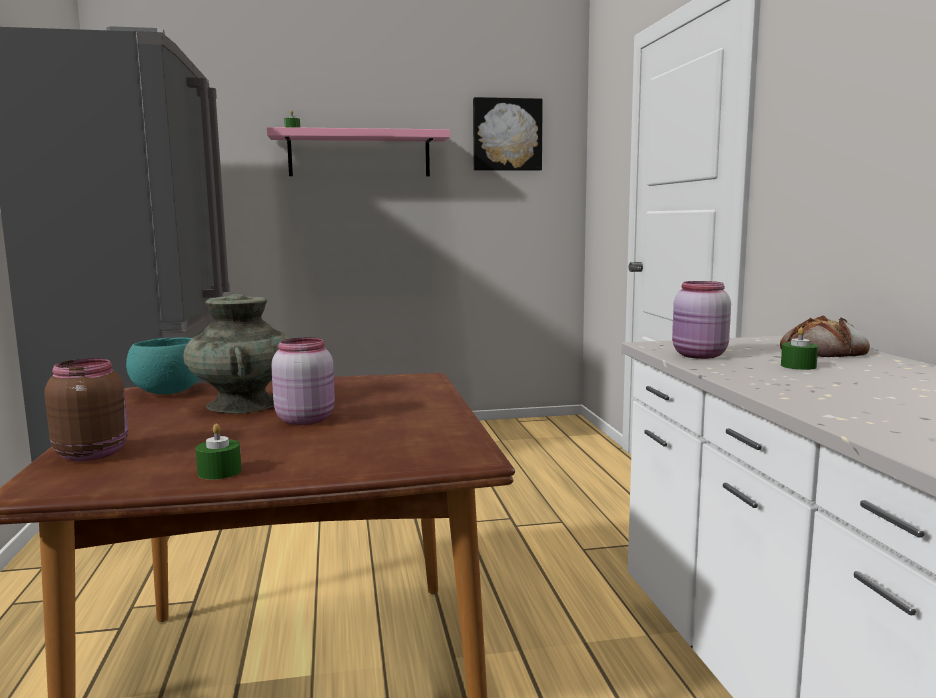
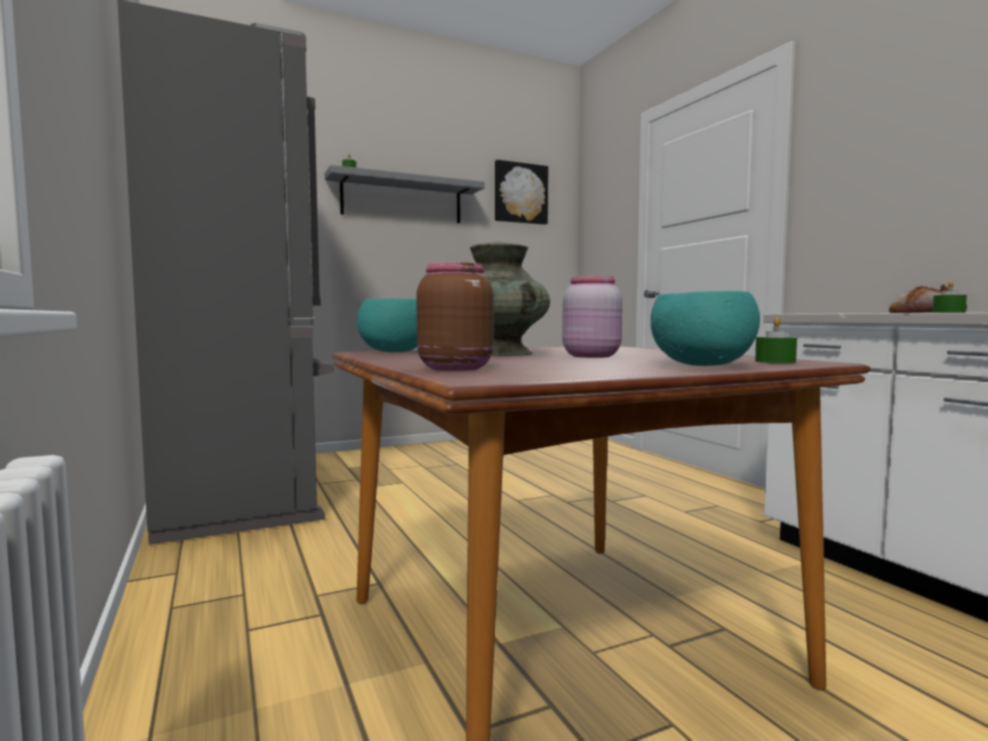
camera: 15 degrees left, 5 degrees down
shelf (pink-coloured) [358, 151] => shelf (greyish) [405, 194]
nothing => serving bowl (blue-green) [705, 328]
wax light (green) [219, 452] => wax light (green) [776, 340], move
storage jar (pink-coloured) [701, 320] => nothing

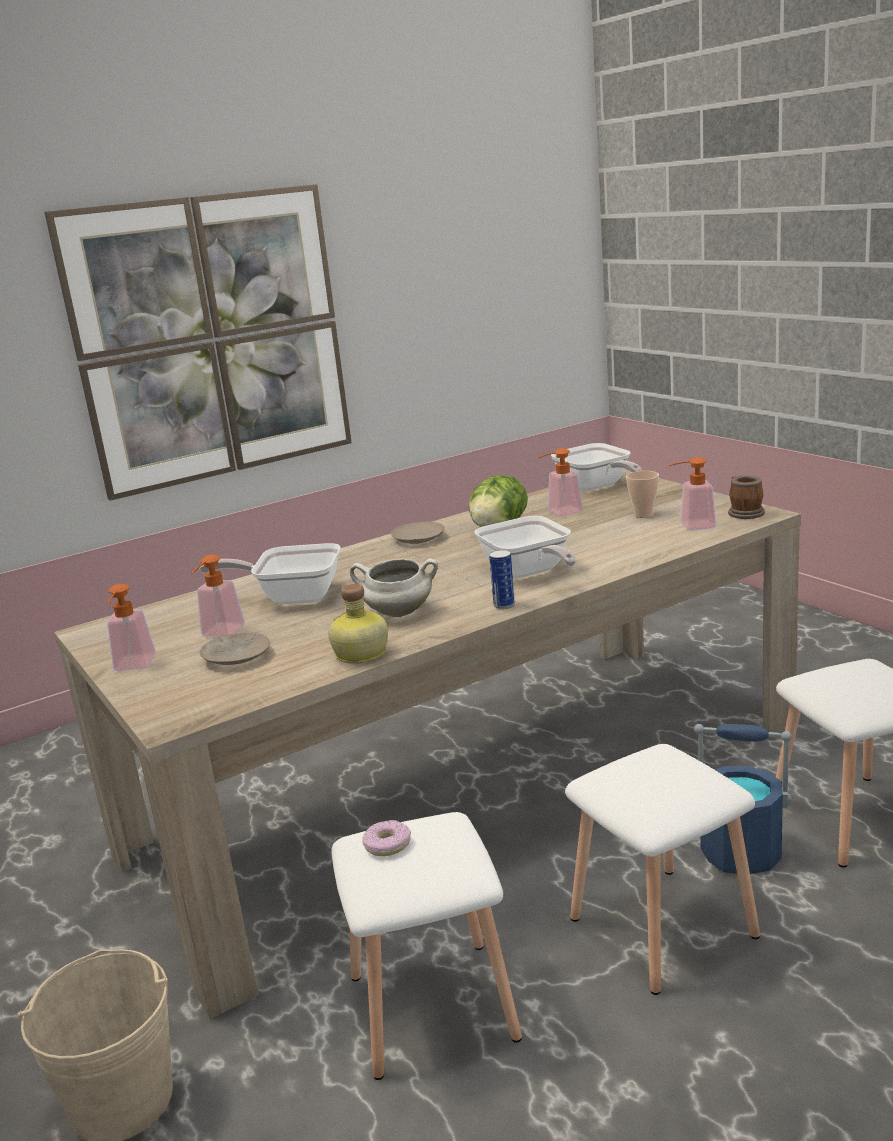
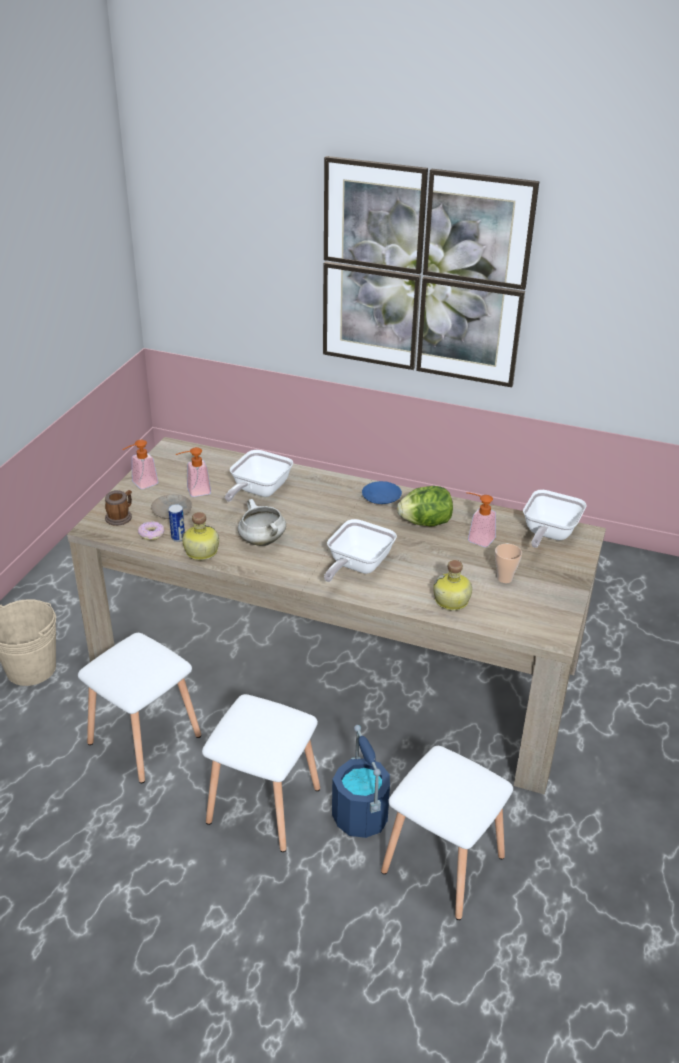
camera: 50 degrees right, 15 degrees up
mug [746, 497] => mug [118, 508], move
doughnut [386, 838] => doughnut [151, 530], move
sealed can [502, 579] => sealed can [177, 523], move
frying pan [270, 573] => frying pan [259, 476], 120 degrees counterclockwise
dinner plate (beige-coloured) [418, 533] => dinner plate (blue) [382, 492]
nothing => bottle [452, 585]
soap bottle [692, 494] => nothing

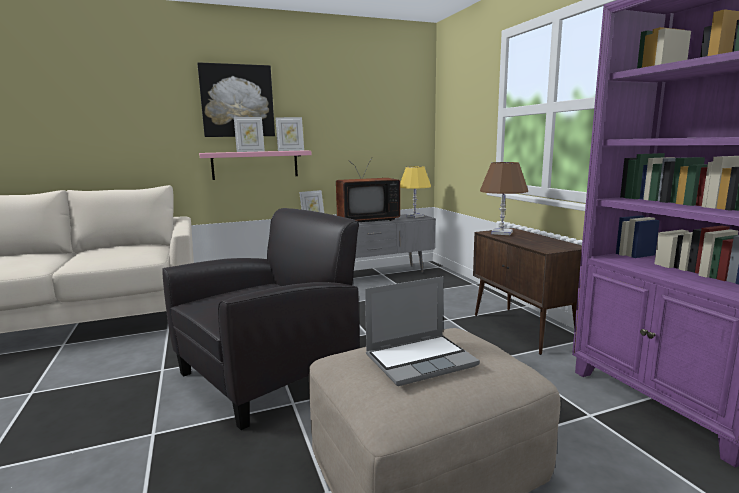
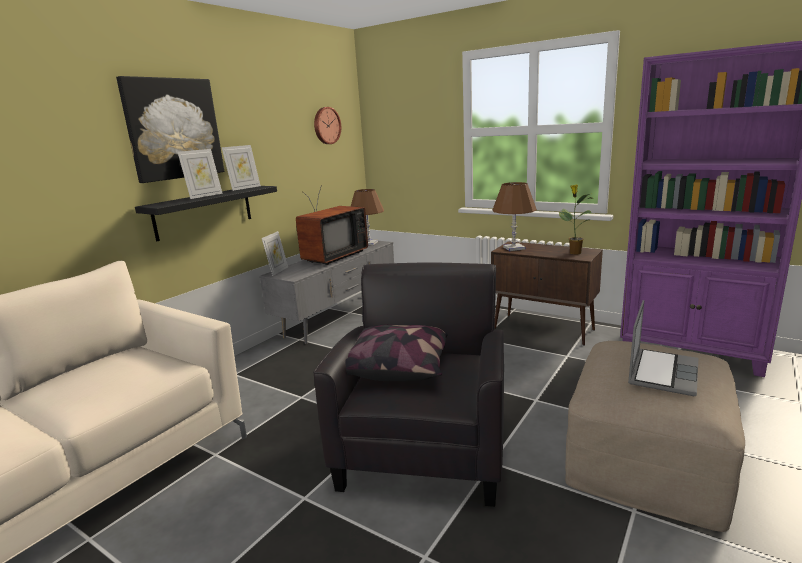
camera: 35 degrees left, 5 degrees up
shelf (pink-coloured) [255, 165] => shelf (black) [206, 213]
nothing => hanging clock [327, 125]
nothing => throw pillow [396, 353]
lamp for a table (yellow) [415, 192] => lamp for a table (brown) [367, 217]
nothing => houseplant [576, 219]

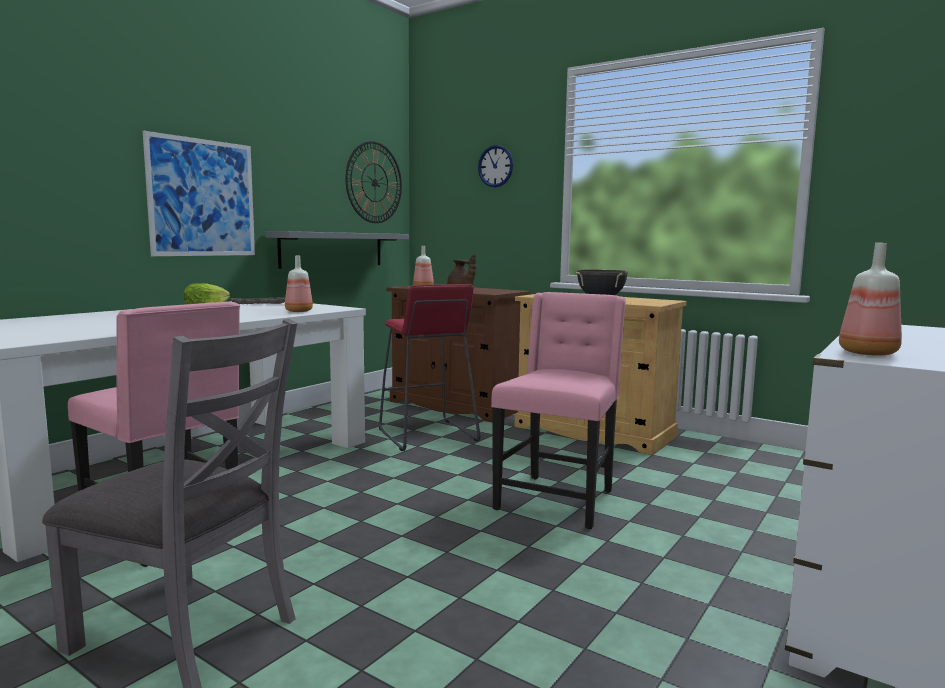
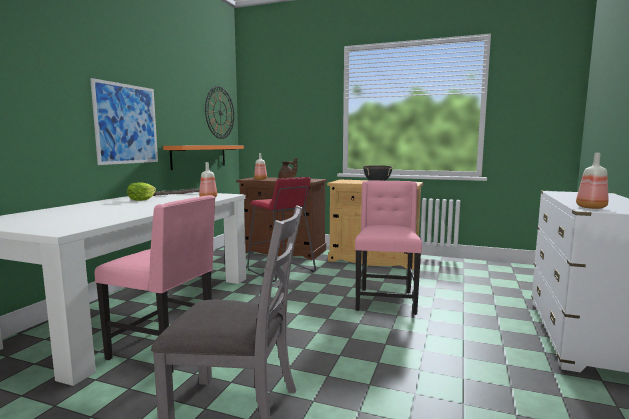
camera: 15 degrees left, 0 degrees up
shelf (greyish) [337, 250] => shelf (orangey) [203, 157]
hanging clock [495, 166] => nothing

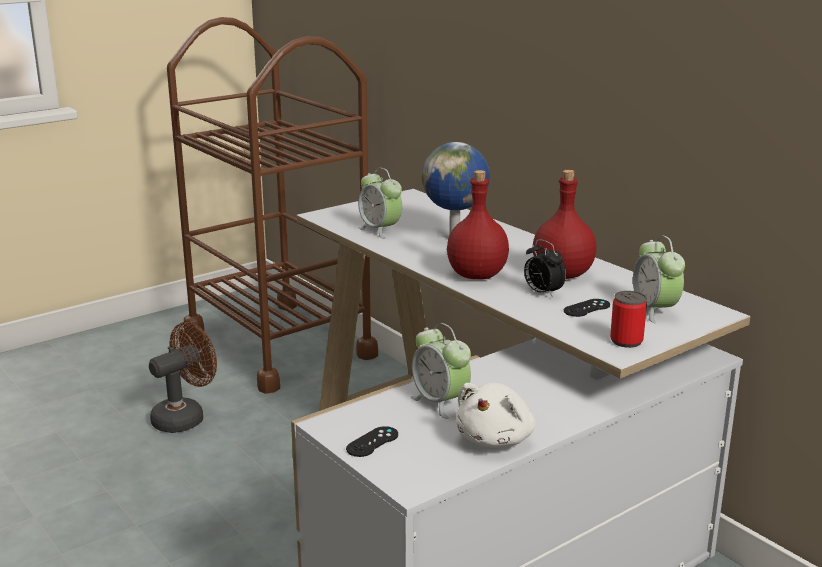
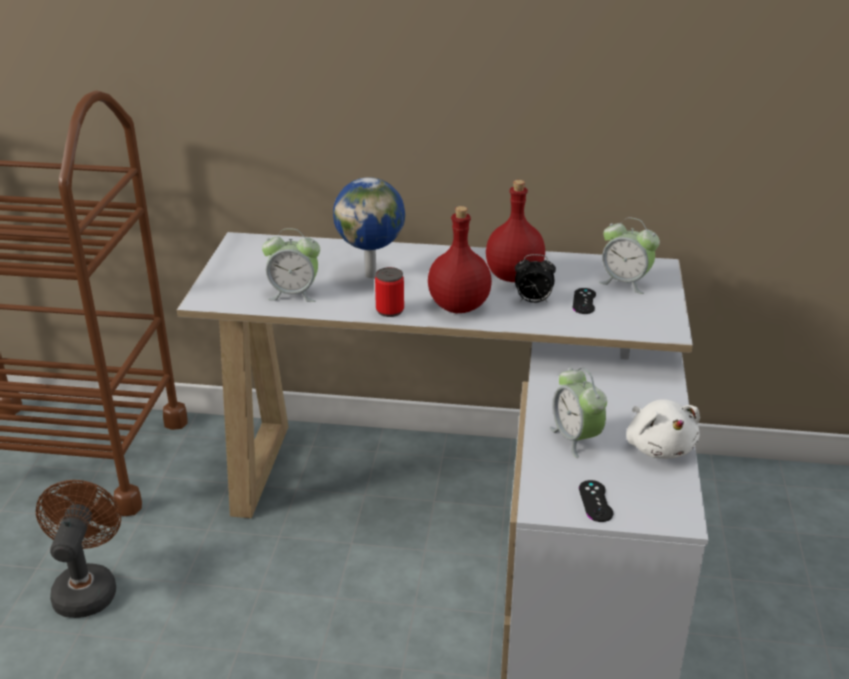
camera: 45 degrees left, 10 degrees up
sealed can [628, 319] => sealed can [389, 292], move
table clock [441, 371] => table clock [578, 412], 60 degrees clockwise

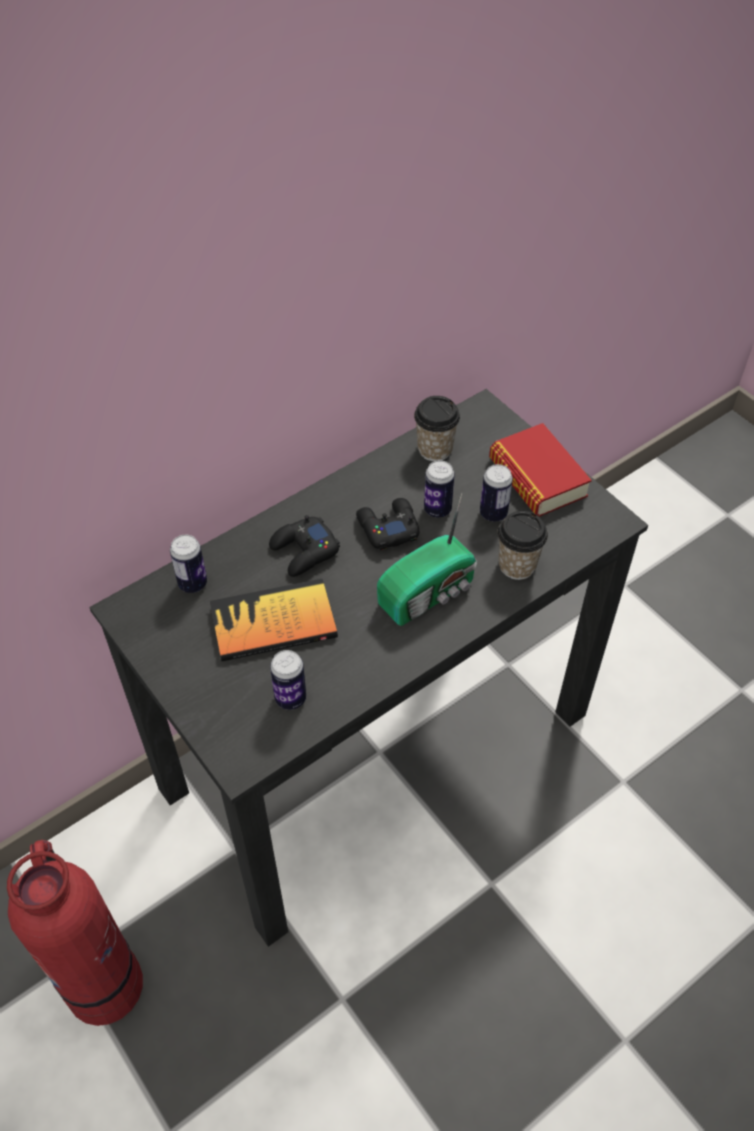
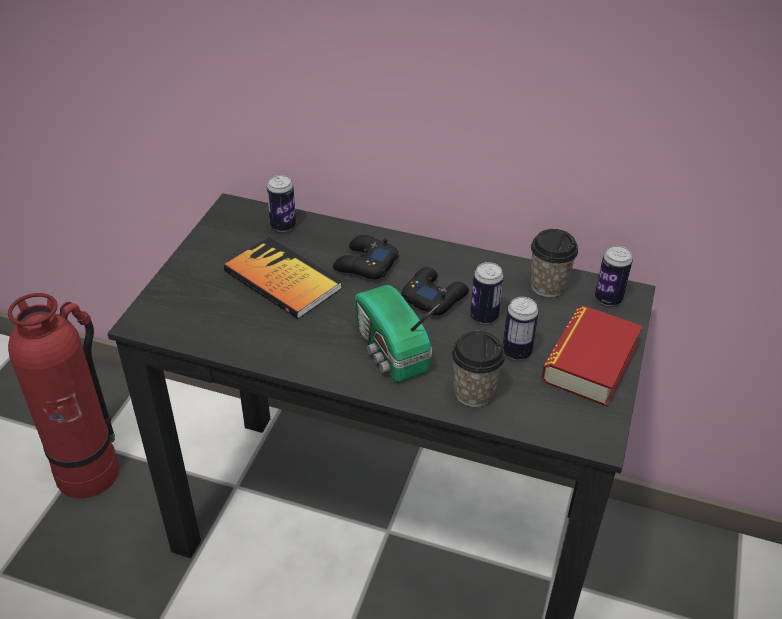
camera: 55 degrees right, 10 degrees down
radio receiver [427, 559] => radio receiver [397, 333], 45 degrees clockwise
sealed can [288, 680] => sealed can [614, 276], move

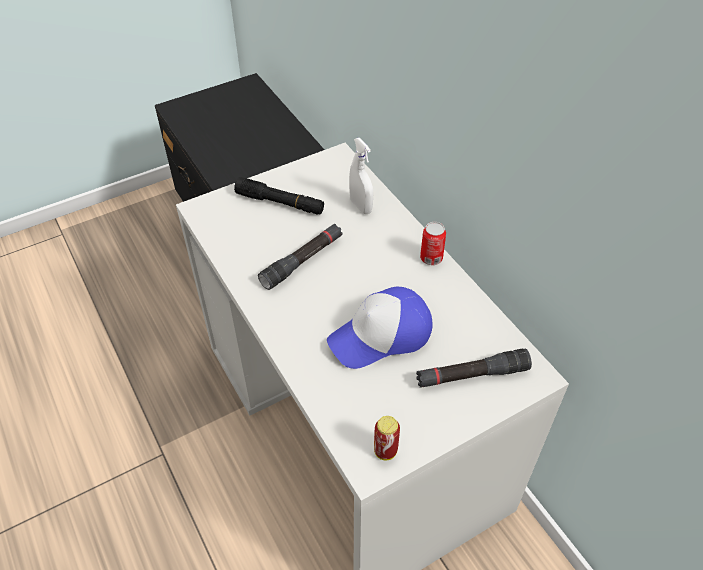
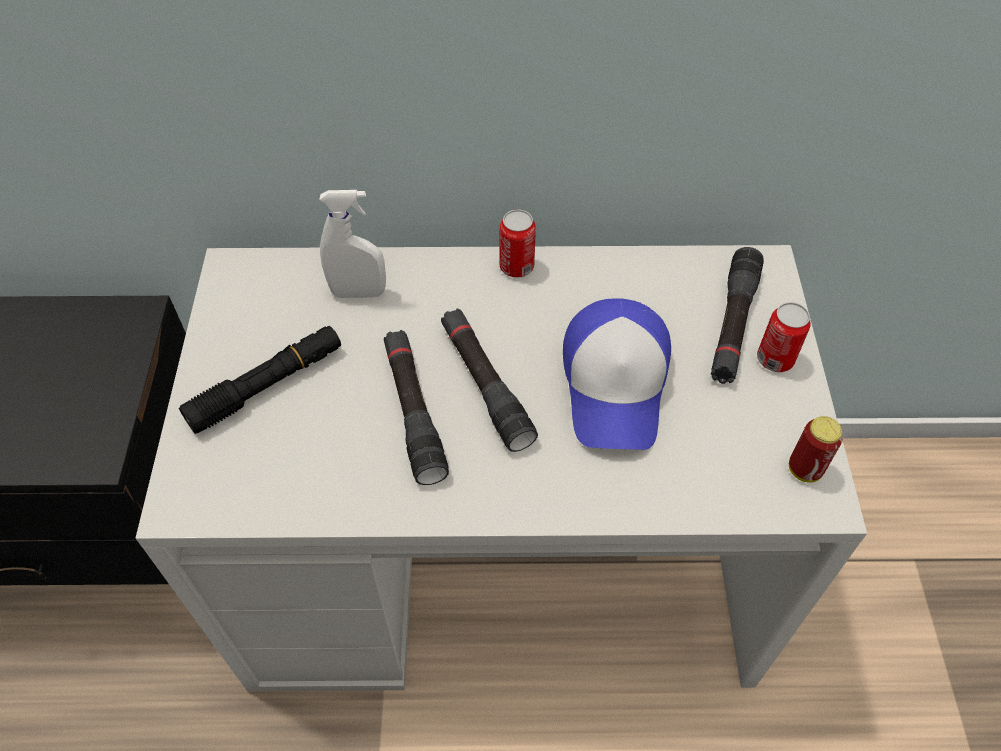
camera: 60 degrees left, 5 degrees up
nothing => hand torch (black) [489, 380]
nothing => sealed can [784, 337]

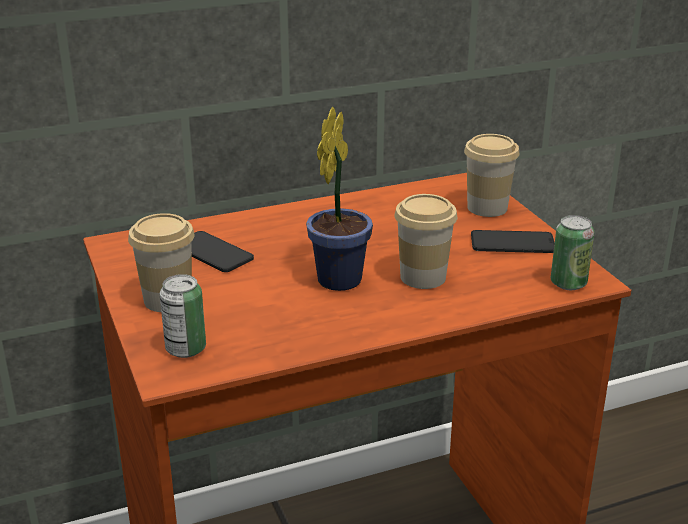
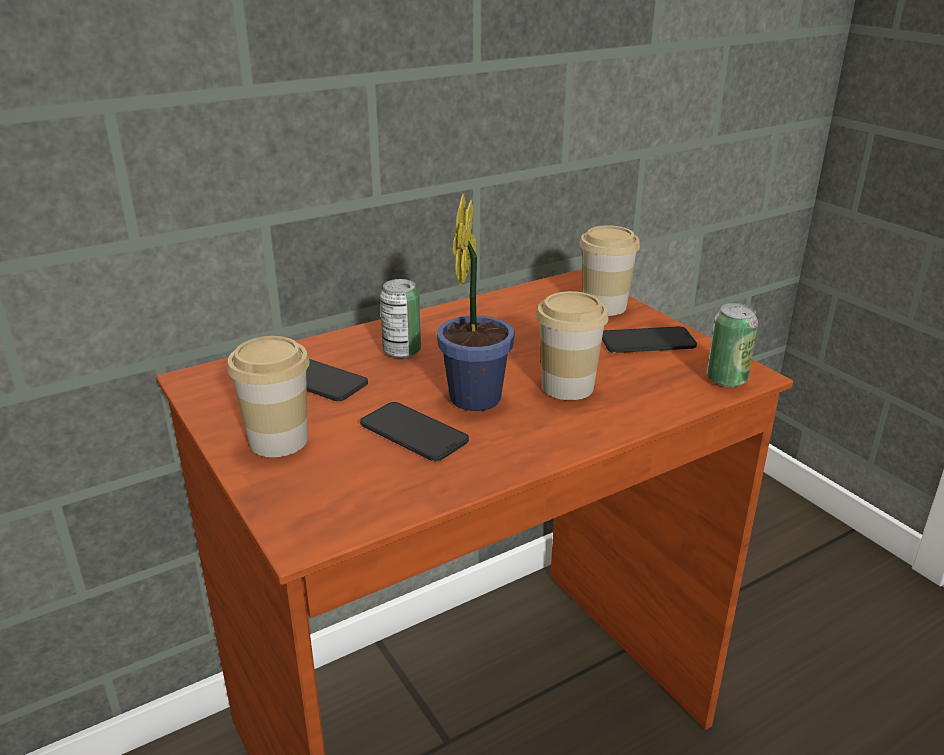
camera: 10 degrees left, 0 degrees up
nothing => phone [414, 431]
sealed can [183, 316] => sealed can [400, 318], move

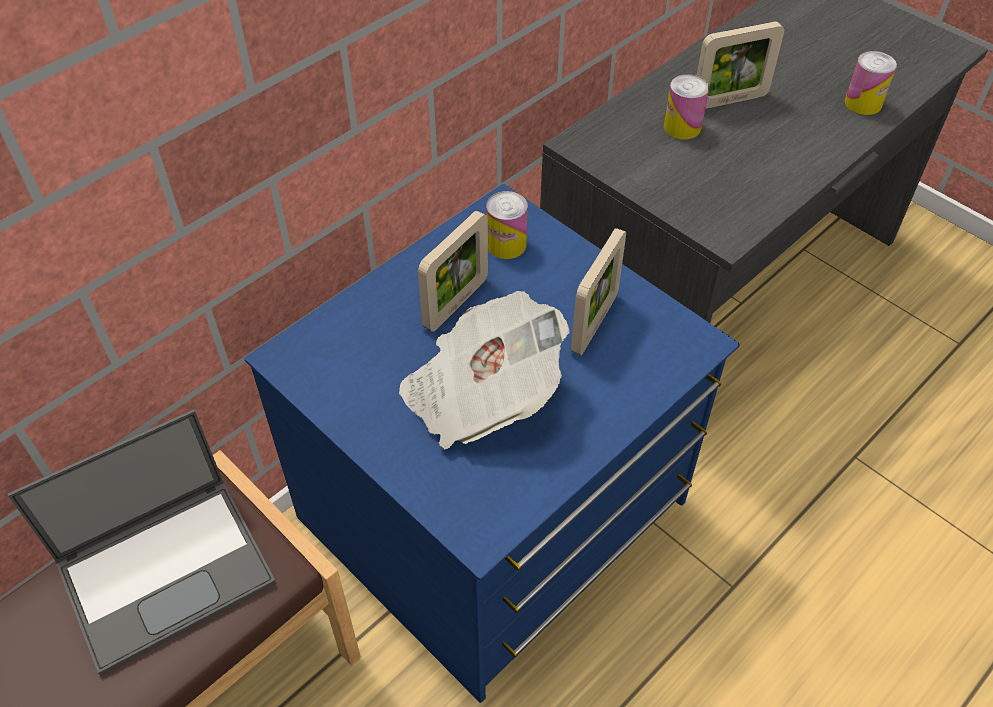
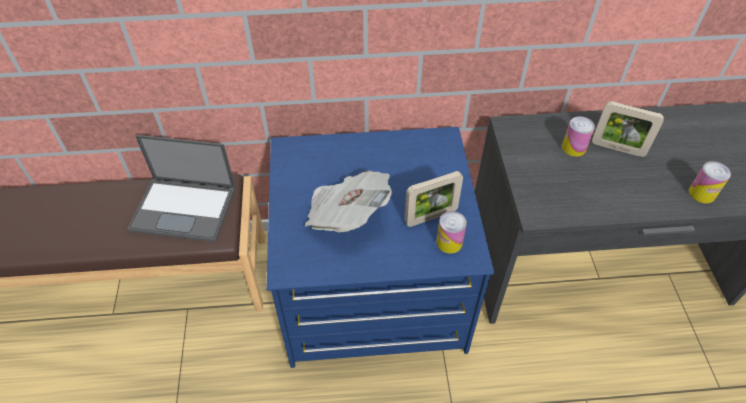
camera: 40 degrees right, 0 degrees up
sealed can [507, 225] => sealed can [451, 232], move
picture frame [453, 271] => nothing

